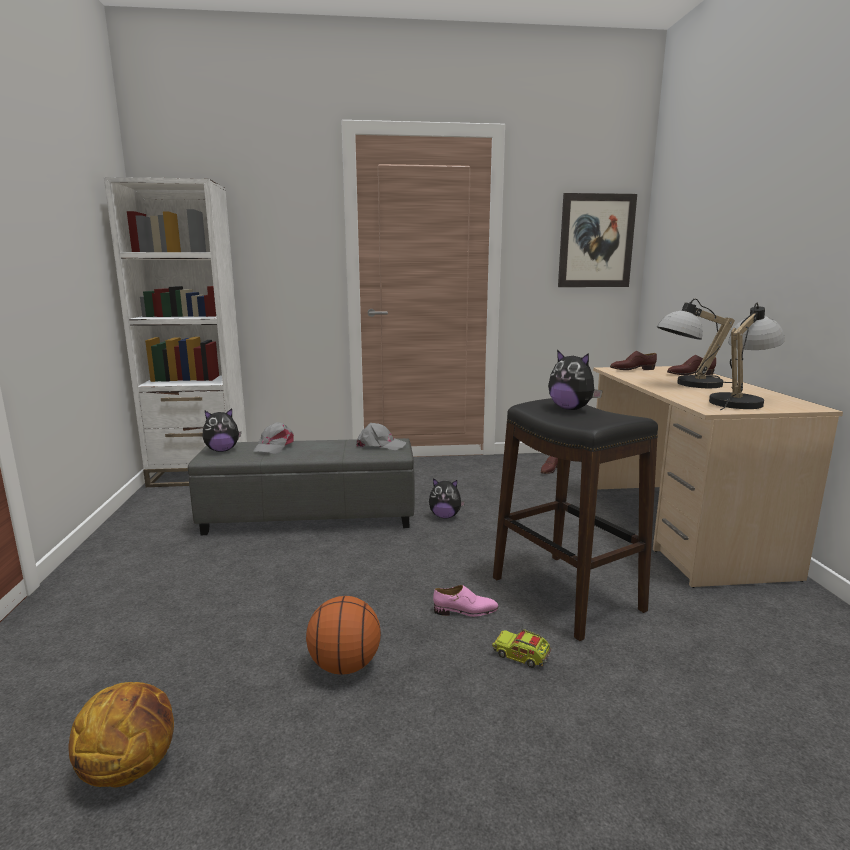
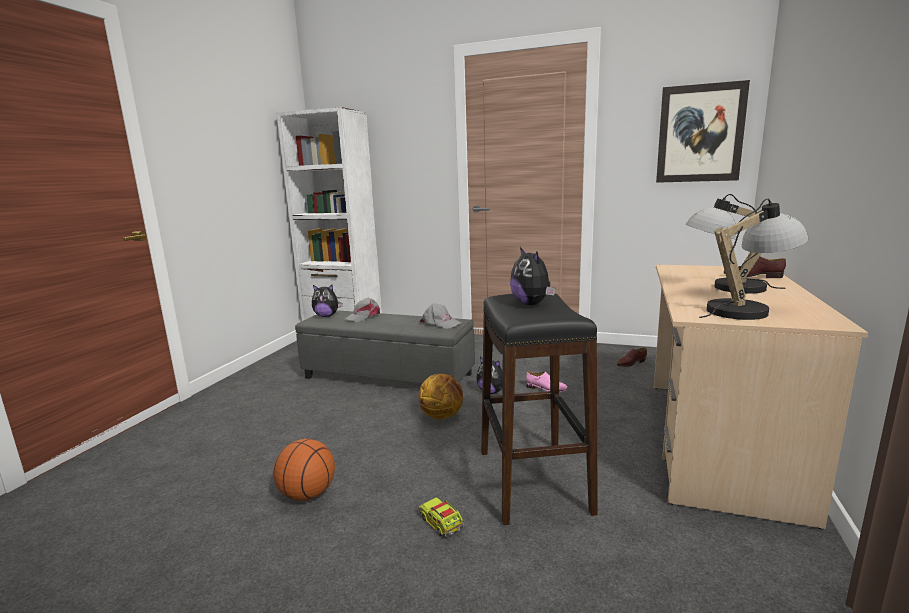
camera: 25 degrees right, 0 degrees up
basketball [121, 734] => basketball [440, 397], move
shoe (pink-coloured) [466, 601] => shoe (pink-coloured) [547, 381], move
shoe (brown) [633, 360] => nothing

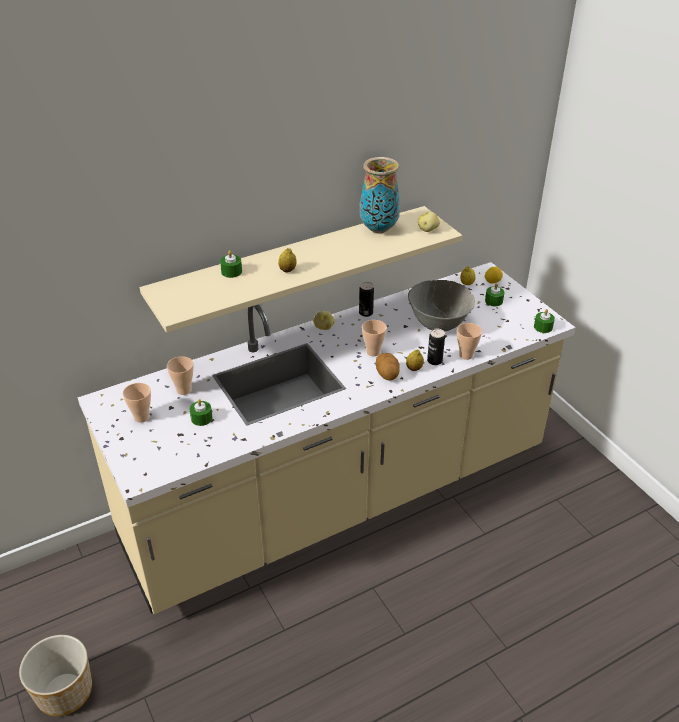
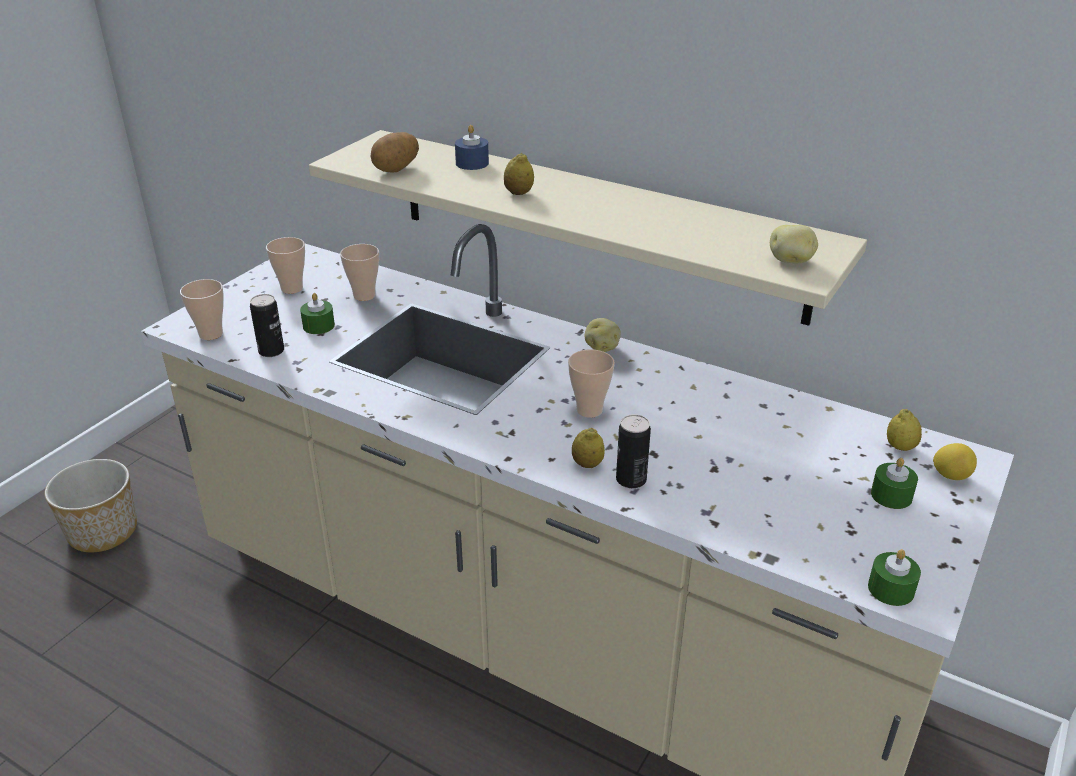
camera: 60 degrees right, 5 degrees down
drinking cup [469, 341] => drinking cup [202, 309], move
sealed can [366, 299] => sealed can [267, 325], move
potato [388, 367] => potato [394, 152], move
wax light (green) [231, 264] => wax light (blue) [472, 147]
decorative vase [380, 195] => nothing
serving bowl (greyish) [441, 306] => nothing

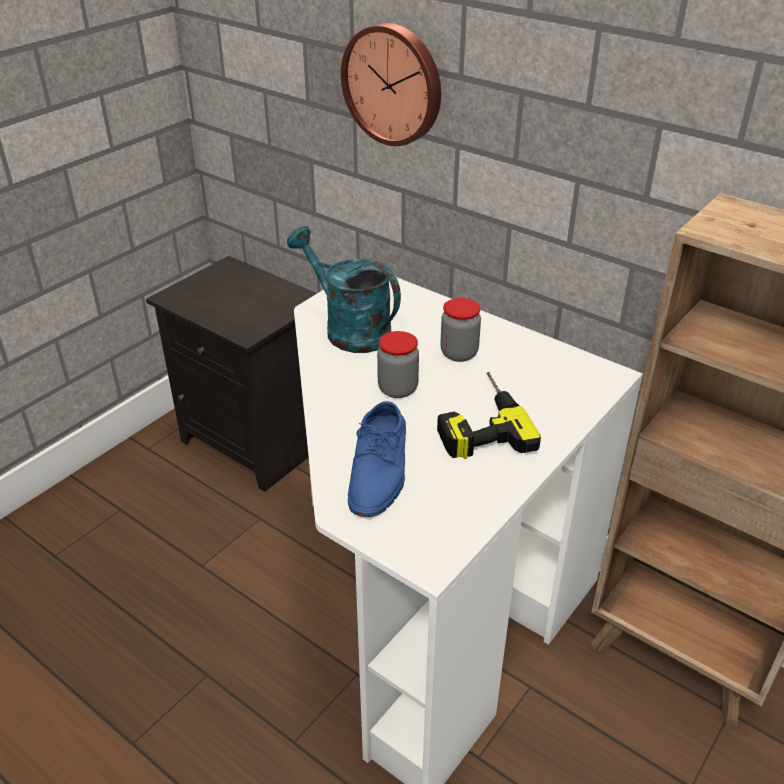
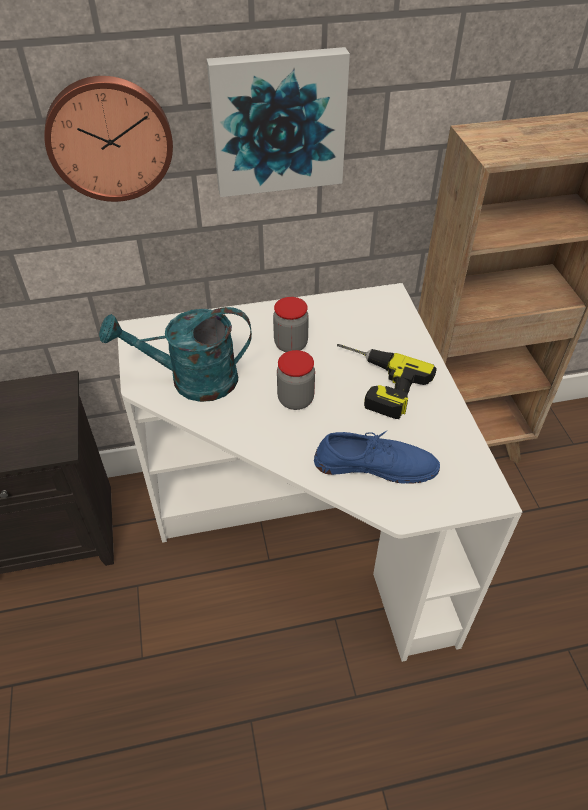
camera: 50 degrees left, 10 degrees up
nothing => wall picture [278, 122]
shoe (blue) [377, 459] => shoe (blue) [377, 457], 45 degrees counterclockwise

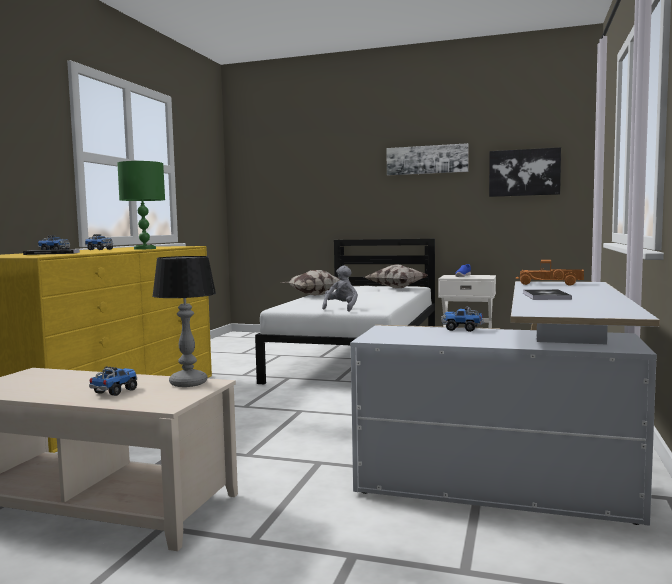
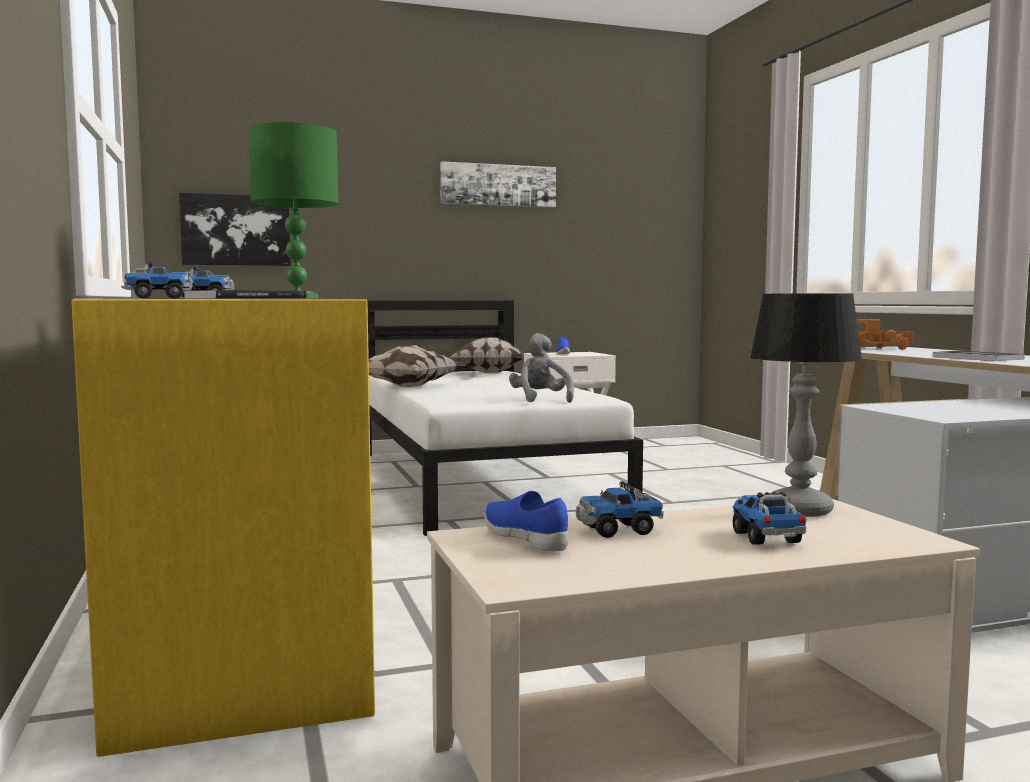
camera: 35 degrees left, 0 degrees up
wall picture [525, 172] => wall picture [235, 229], move
nothing => shoe (blue) [526, 521]
toy truck [463, 319] => toy truck [619, 509], move

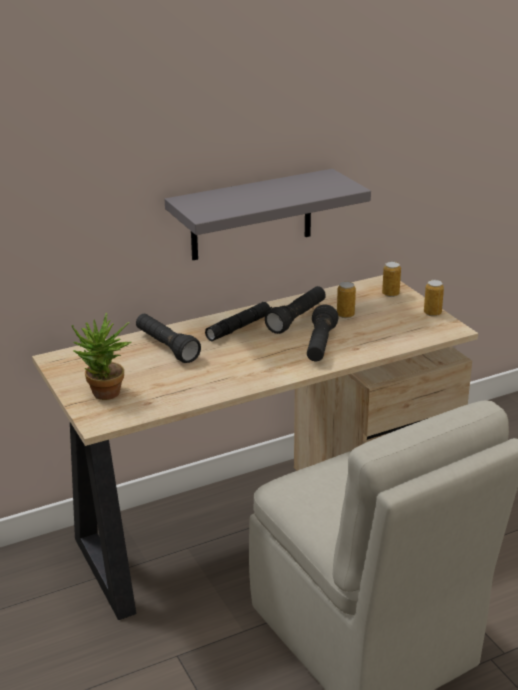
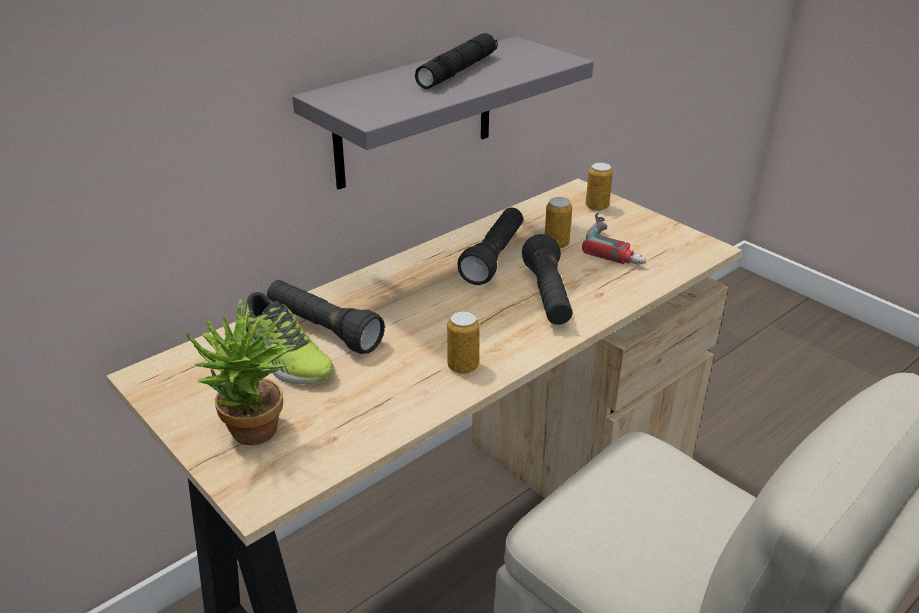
camera: 15 degrees left, 5 degrees up
nothing => shoe [290, 338]
hand torch (black) [238, 321] => hand torch (black) [456, 61], move
sealed can [434, 298] => sealed can [463, 342], move
nothing => drill [614, 239]

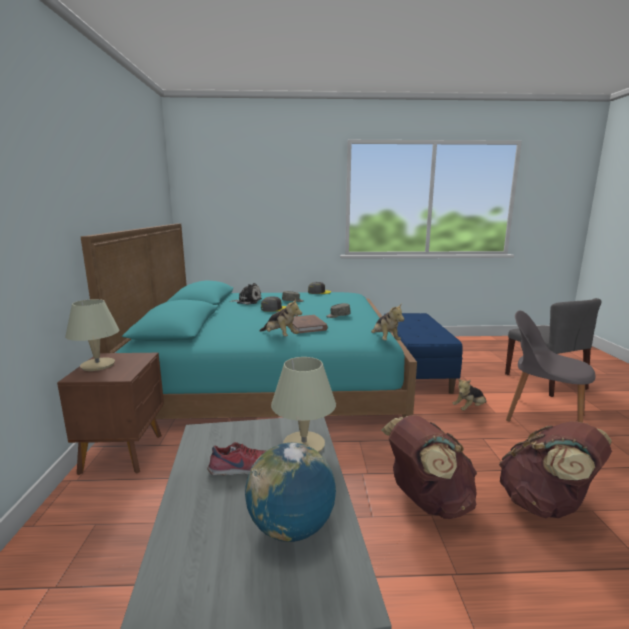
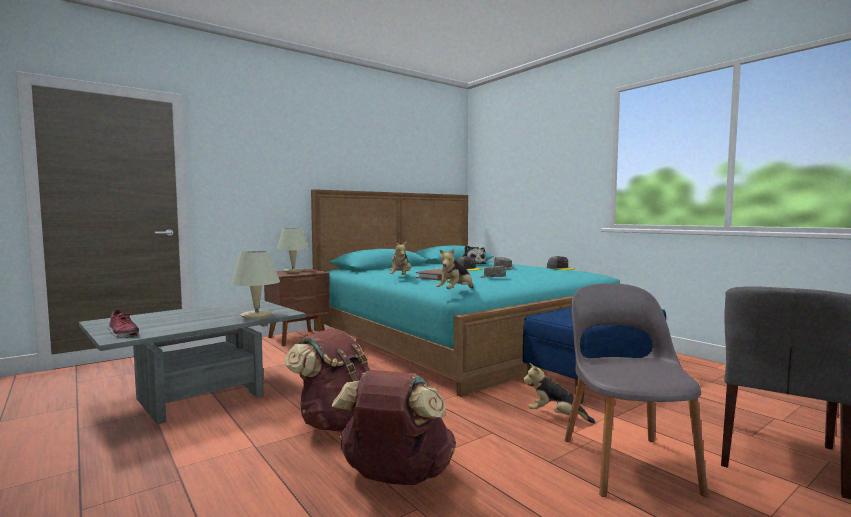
camera: 55 degrees right, 10 degrees down
shoe [236, 458] => shoe [123, 323], move
world globe [290, 492] => nothing

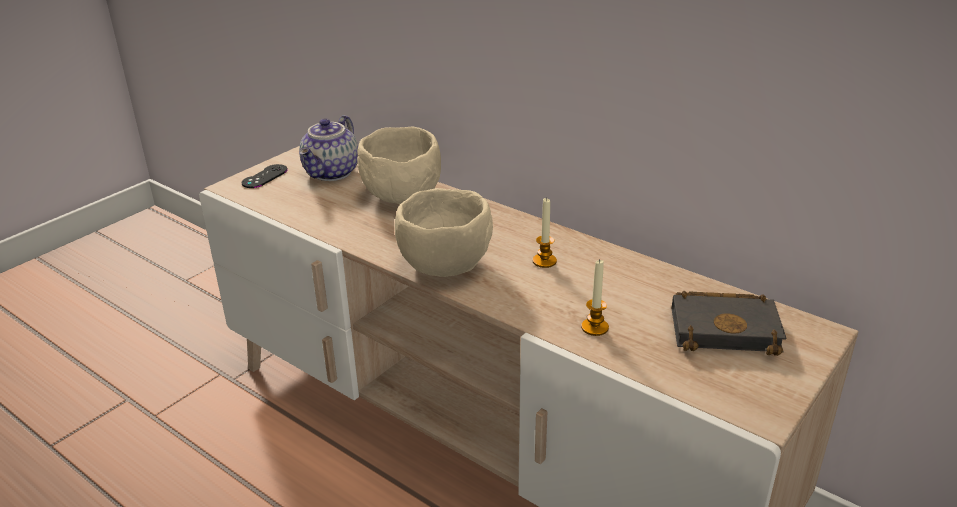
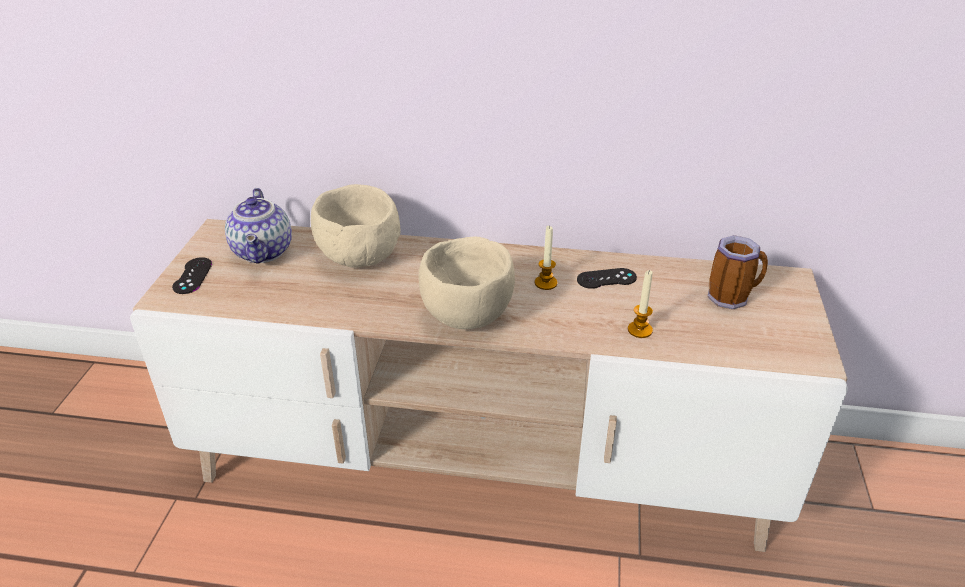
camera: 30 degrees left, 5 degrees up
nothing => gamepad (black) [607, 278]
book (black) [729, 323] => mug [737, 272]

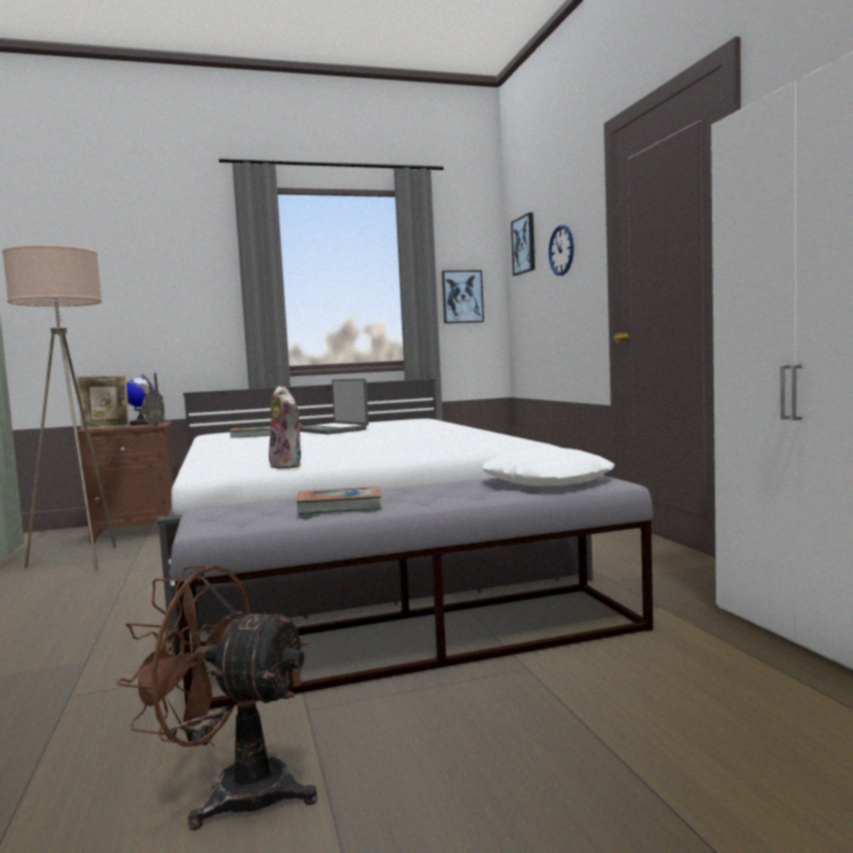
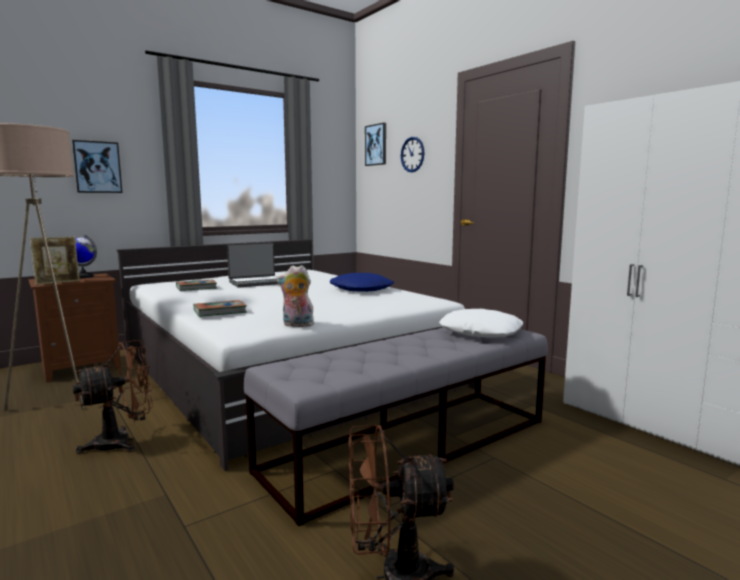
camera: 20 degrees left, 5 degrees up
wall picture [463, 297] => wall picture [97, 166], move
nothing => fan (brown) [112, 397]
book [339, 500] => book [220, 308], move
notebook computer [334, 407] => notebook computer [252, 265], 60 degrees counterclockwise
soft toy [286, 427] => soft toy [295, 296], 150 degrees clockwise
nothing => throw pillow (blue) [361, 282]
radio receiver [153, 399] => nothing

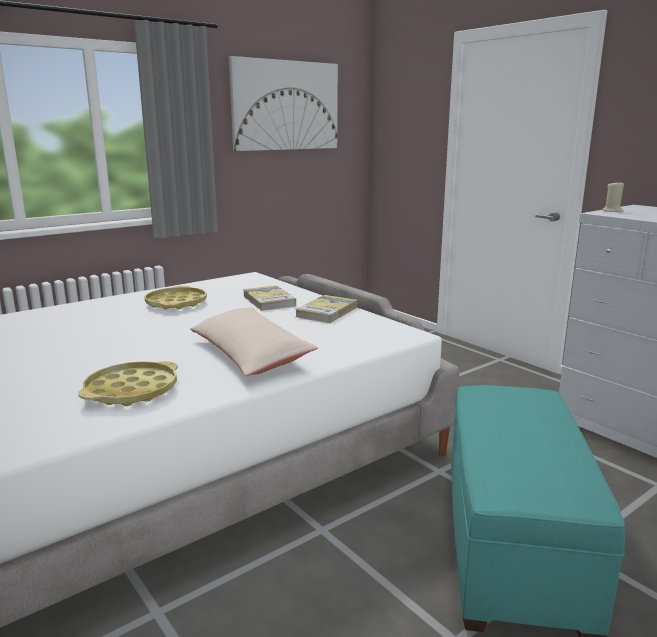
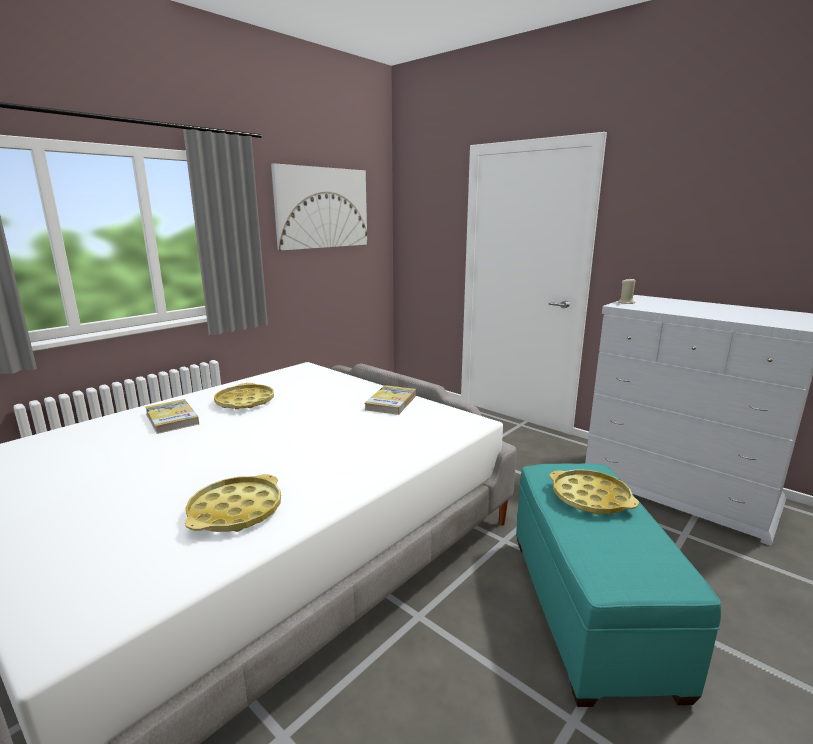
camera: 10 degrees left, 0 degrees up
book [269, 298] => book [172, 416], move
nothing => tray (yellow) [594, 492]
throw pillow (beige-coloured) [254, 342] => nothing

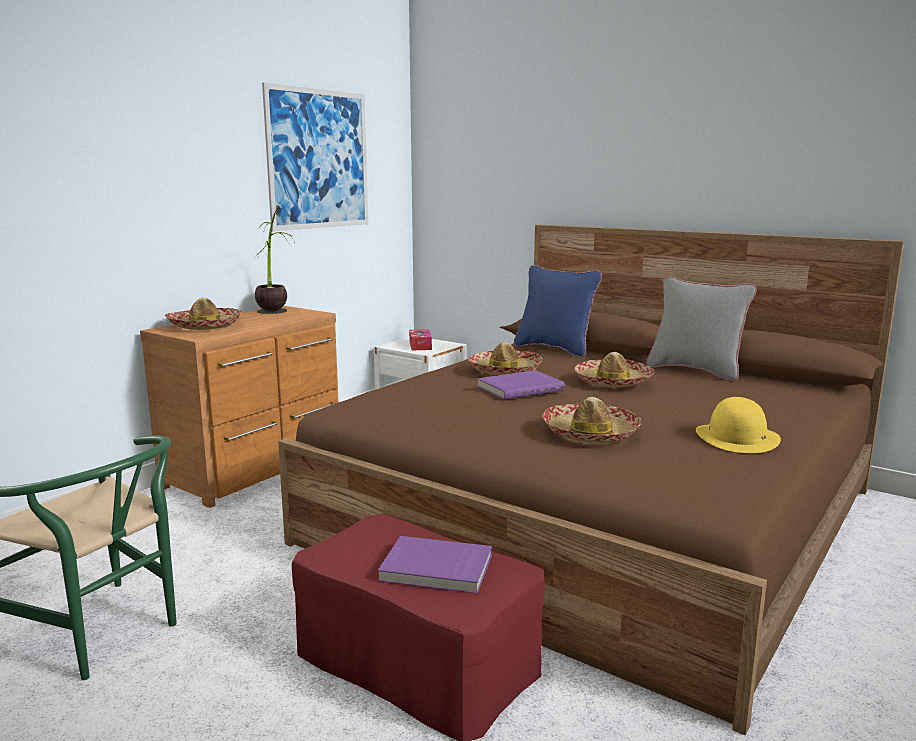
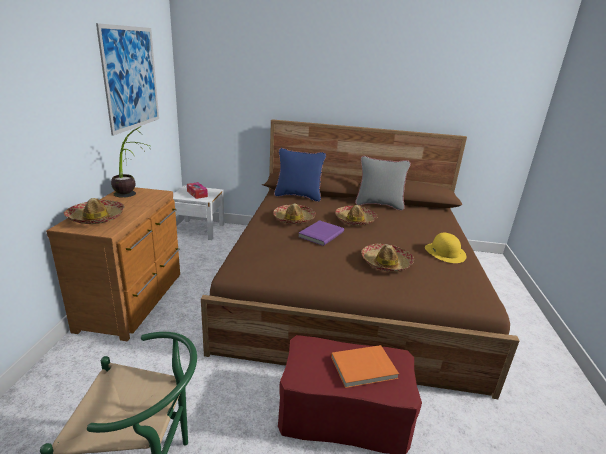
camera: 30 degrees left, 10 degrees up
book (purple) [435, 565] => book (orangey) [365, 366]

